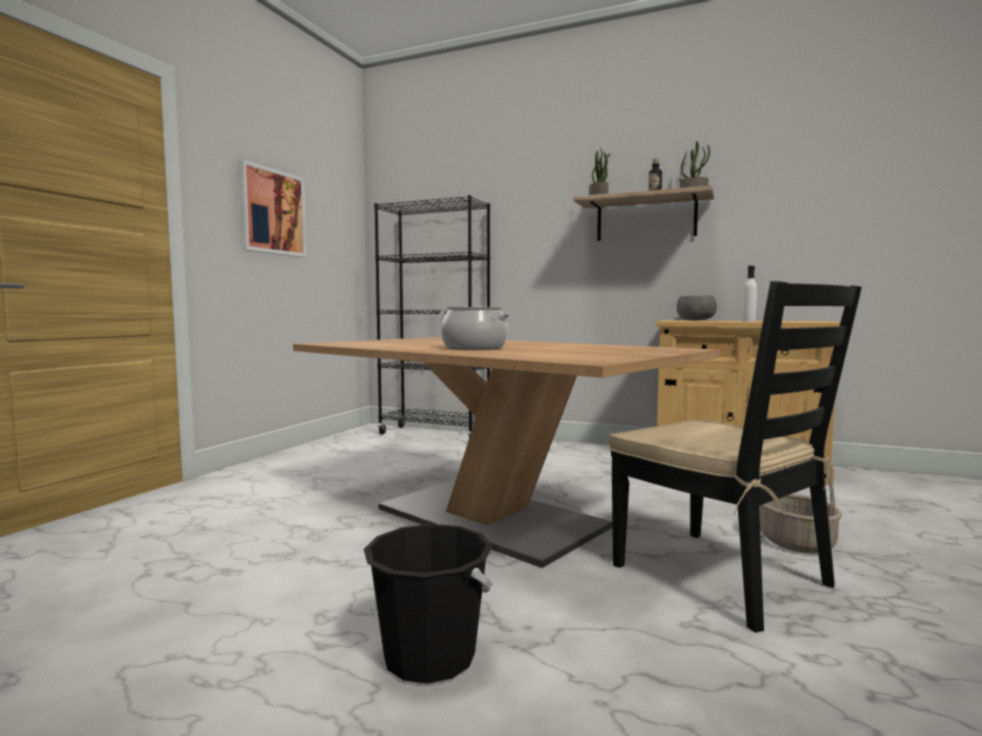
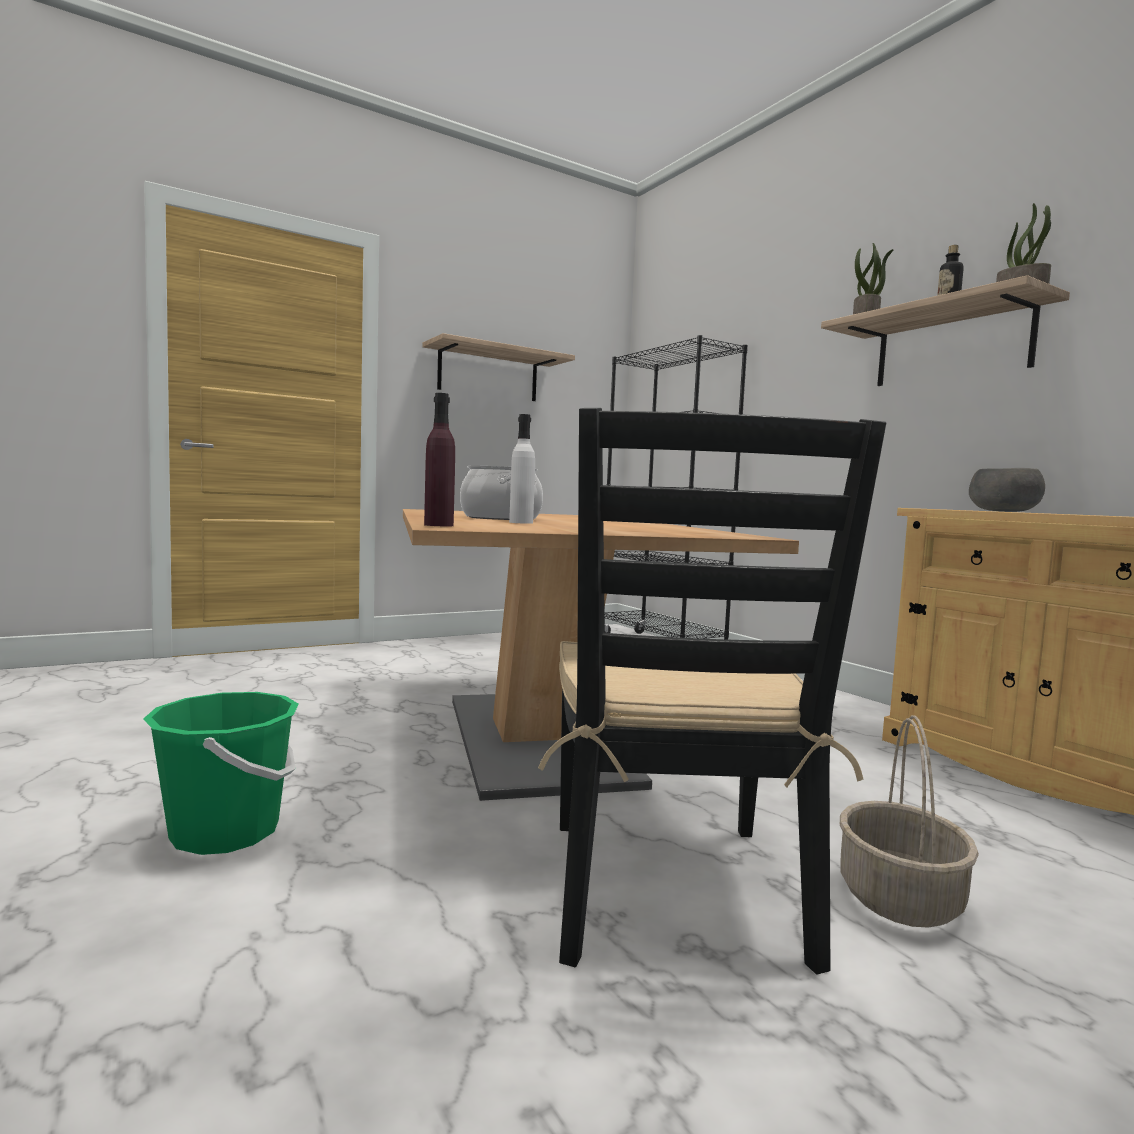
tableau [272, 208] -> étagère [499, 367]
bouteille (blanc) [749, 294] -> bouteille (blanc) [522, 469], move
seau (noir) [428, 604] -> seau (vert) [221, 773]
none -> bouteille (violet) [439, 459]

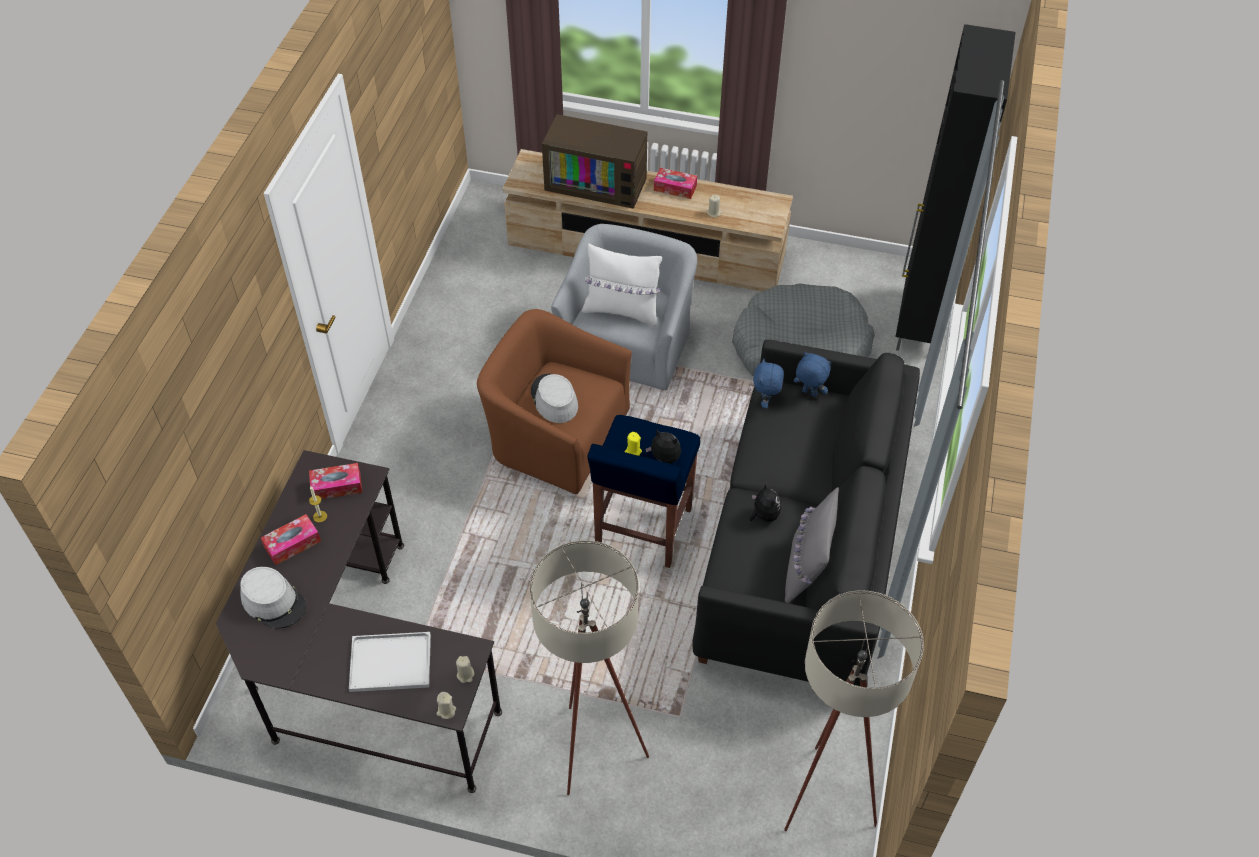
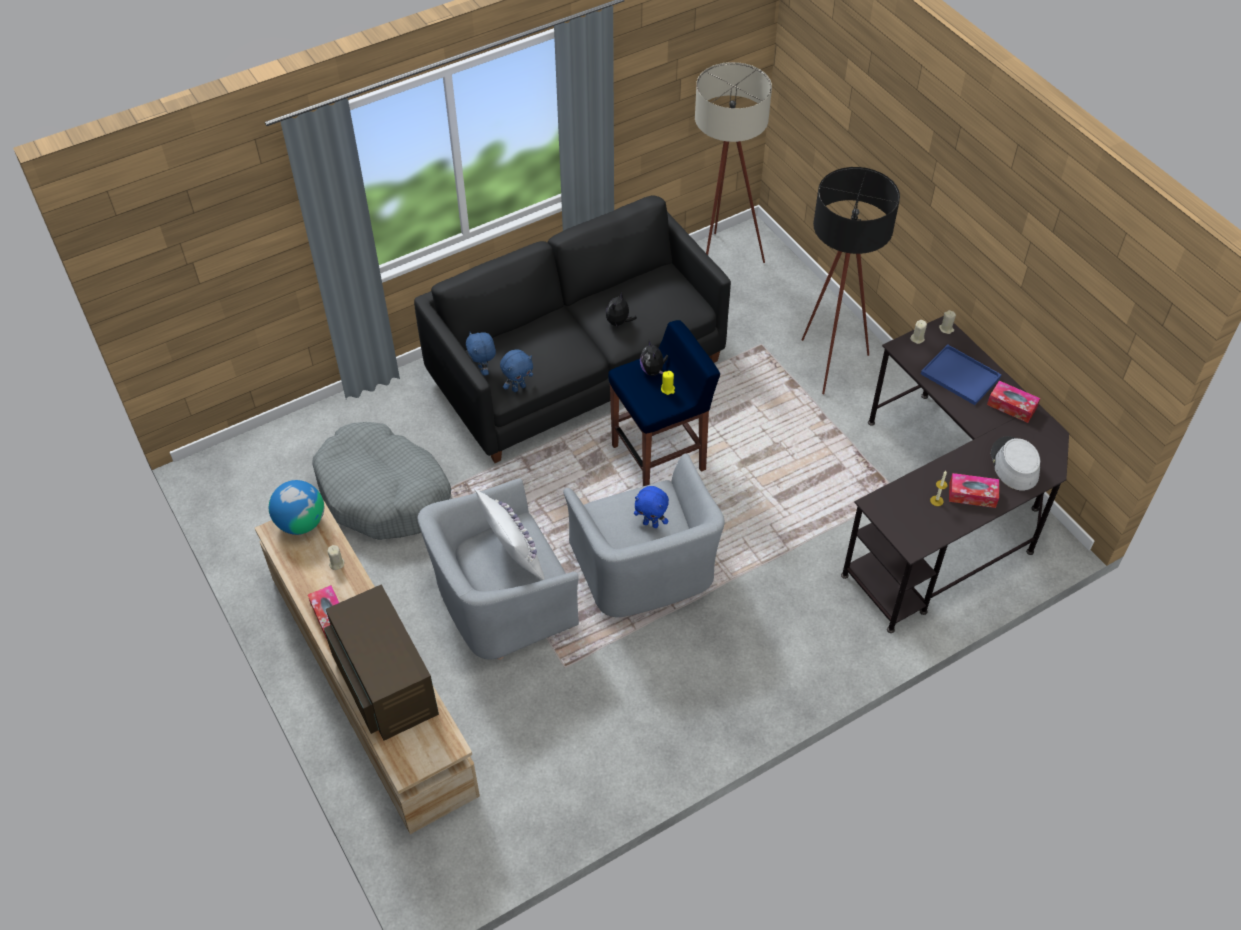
meuble de rangement (noir) [956, 187] -> none
fauteuil (marron) [554, 401] -> fauteuil (gris) [644, 535]
chapeau (gris) [554, 398] -> peluche (bleu) [651, 507]
boîte à mouchoirs [335, 481] -> boîte à mouchoirs [1013, 402], move
coussin (gris) [812, 545] -> none
lampadaire (beige) [589, 667] -> lampadaire (noir) [851, 280]
plateau (blanc) [390, 662] -> plateau (bleu) [961, 374]
none -> globe [296, 507]

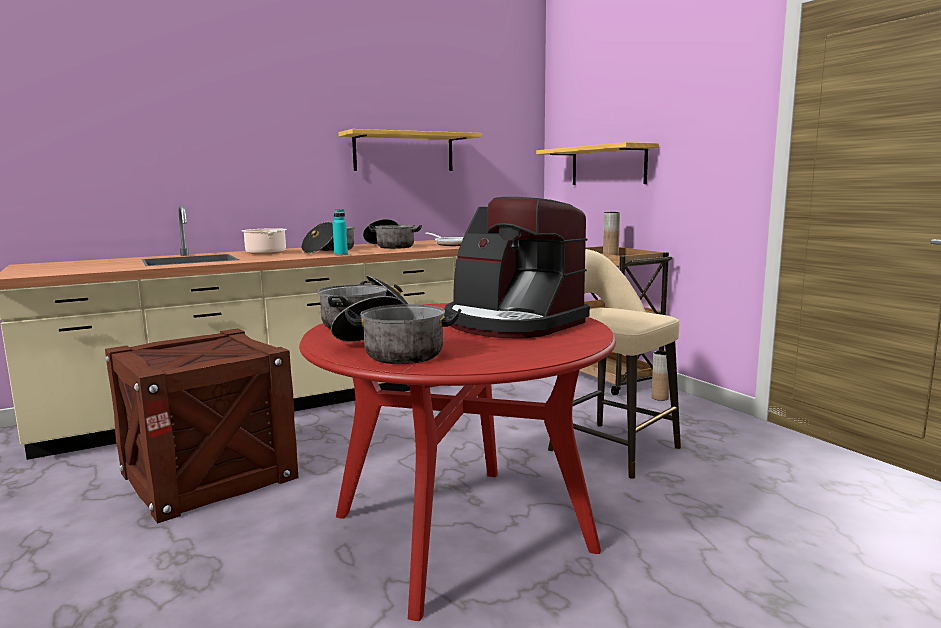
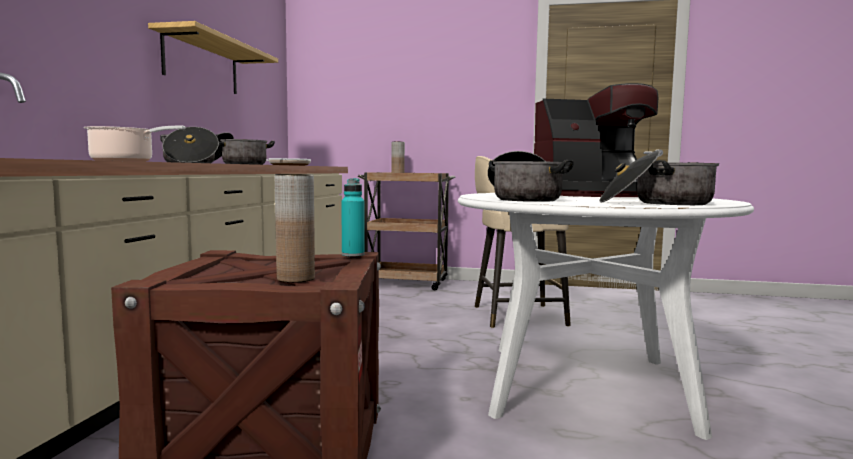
étagère [597, 163] -> none
bouteille (turquoise) [340, 232] -> bouteille (turquoise) [353, 217], move
table à manger (rouge) [457, 462] -> table à manger (blanc) [606, 316]
vase (marron) [660, 375] -> vase (marron) [295, 228], move

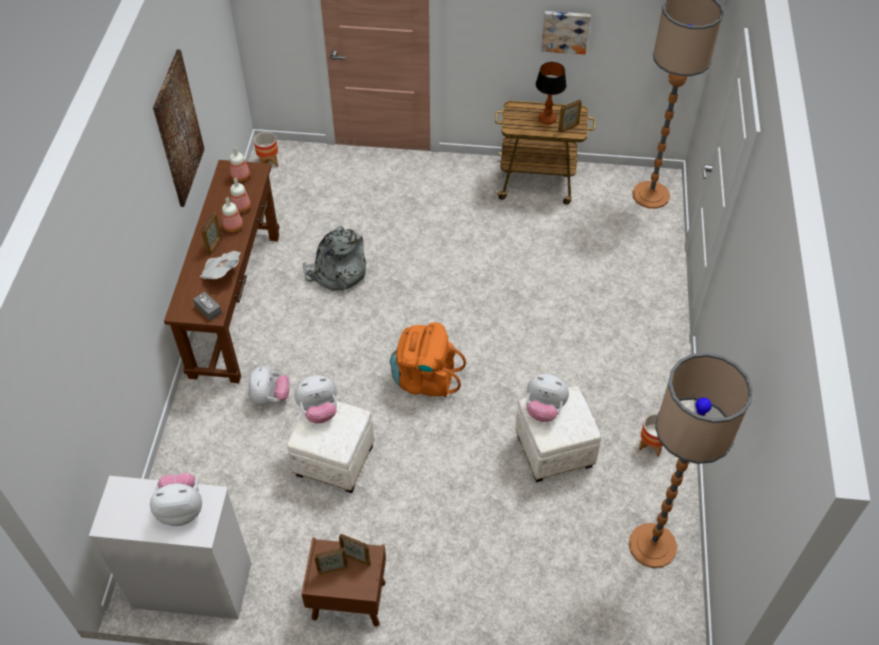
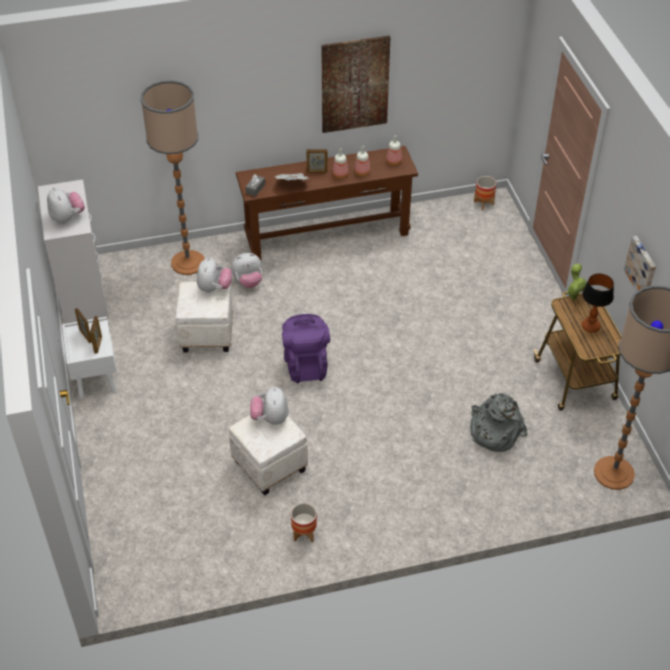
cadre photo [570, 116] -> none
sac à dos (gris) [335, 258] -> sac à dos (gris) [498, 422], move
sac à dos (orange) [428, 359] -> sac à dos (violet) [306, 348]
lampadaire [691, 460] -> lampadaire [172, 177], move
peluche [315, 399] -> peluche [214, 275], 135 degrees counterclockwise
table de chevet (marron) [343, 582] -> table de chevet (blanc) [89, 358]
none -> plante en pot [577, 282]

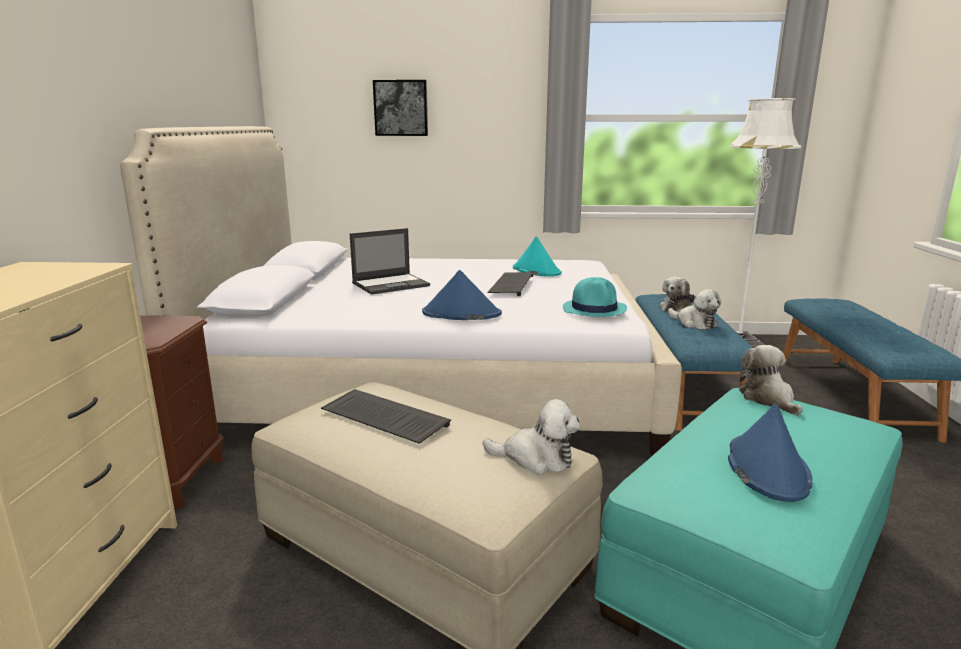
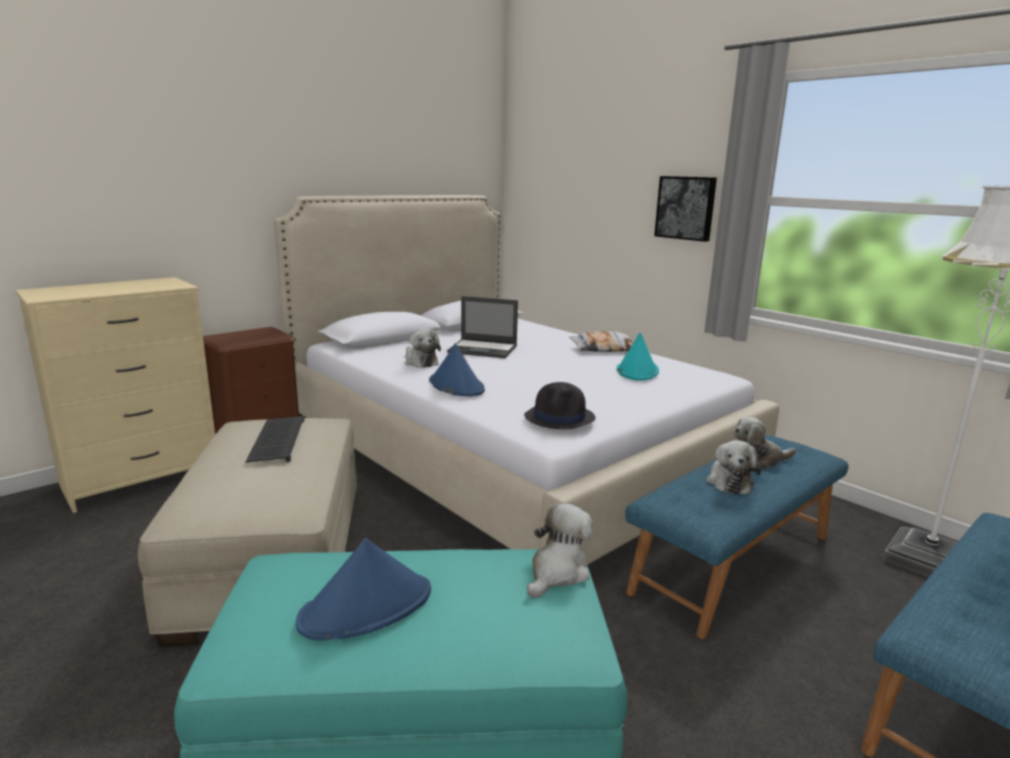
tableau [400, 108] -> tableau [685, 209], move
clavier [510, 284] -> none
chapeau (turquoise) [595, 297] -> chapeau (noir) [559, 405]
peluche [531, 437] -> peluche [423, 348], move
none -> coussin [601, 341]

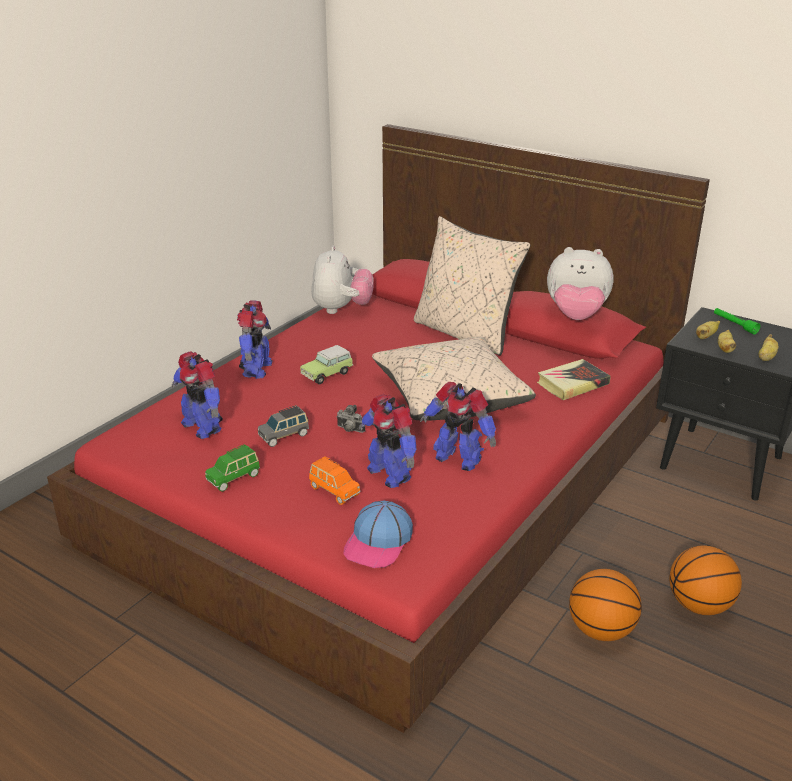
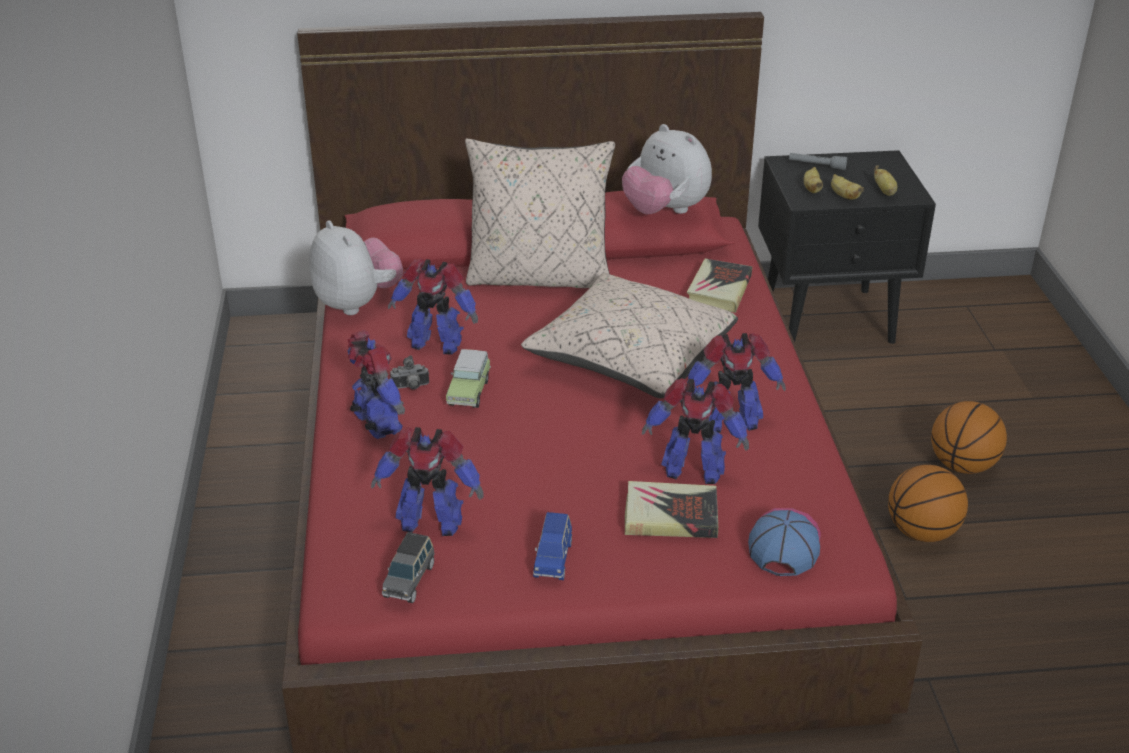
peluche [580, 283] -> peluche [667, 169], 75 degrees clockwise
lampe de poche (vert) [737, 321] -> lampe de poche (gris) [818, 161]
petite voiture (gris) [283, 426] -> petite voiture (gris) [408, 567], move
appareil photo [350, 419] -> appareil photo [409, 372], move
petite voiture (vert) [232, 468] -> petite voiture (bleu) [552, 546]
petite voiture (orange) [334, 480] -> livre [671, 509]
casquette [378, 534] -> casquette [784, 542], 150 degrees counterclockwise
none -> robot jouet [433, 306]

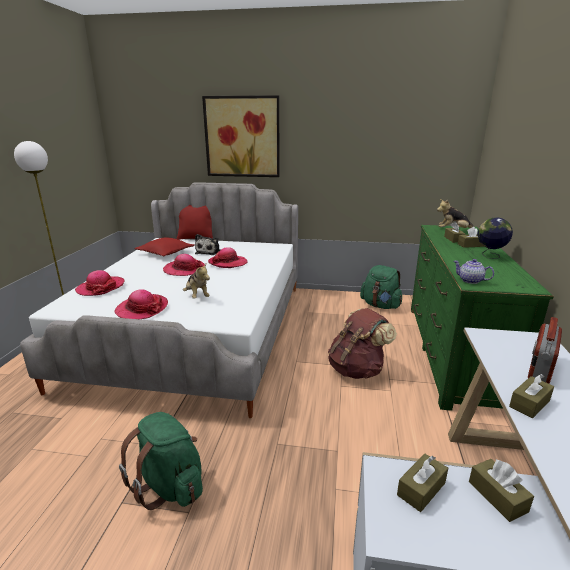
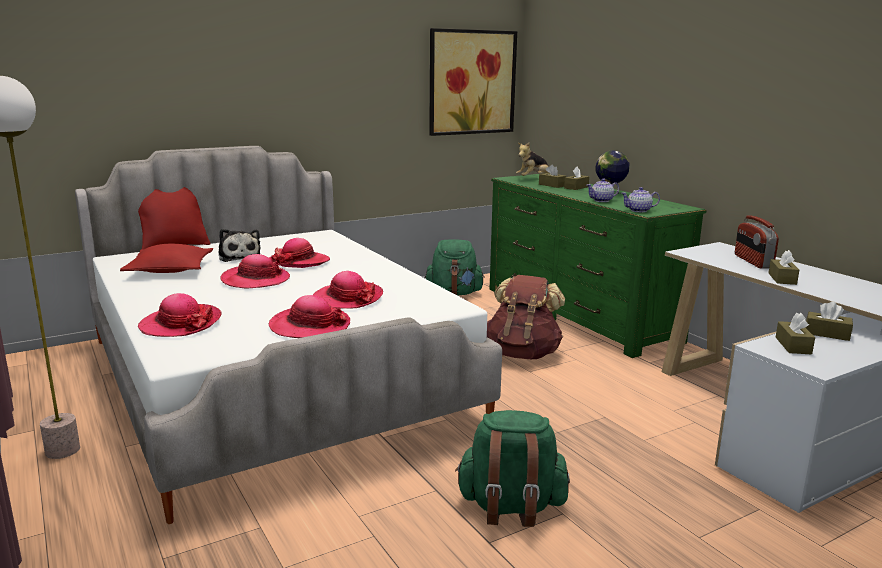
tableau [241, 136] -> tableau [473, 82], move
peluche [196, 281] -> chapeau [348, 290]
none -> théière [603, 190]

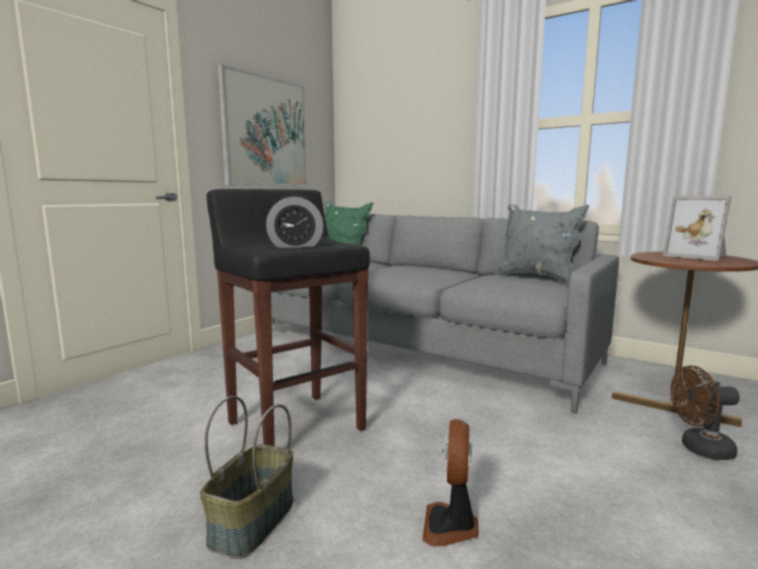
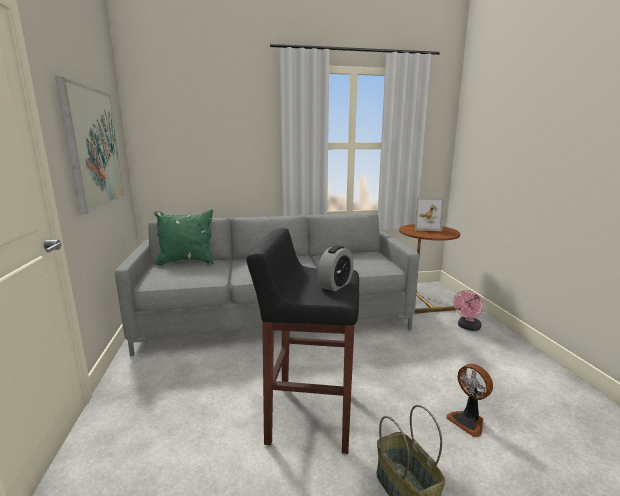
coussin (gris) [541, 244] -> none
ventilateur (marron) [705, 412] -> ventilateur (rose) [468, 310]

